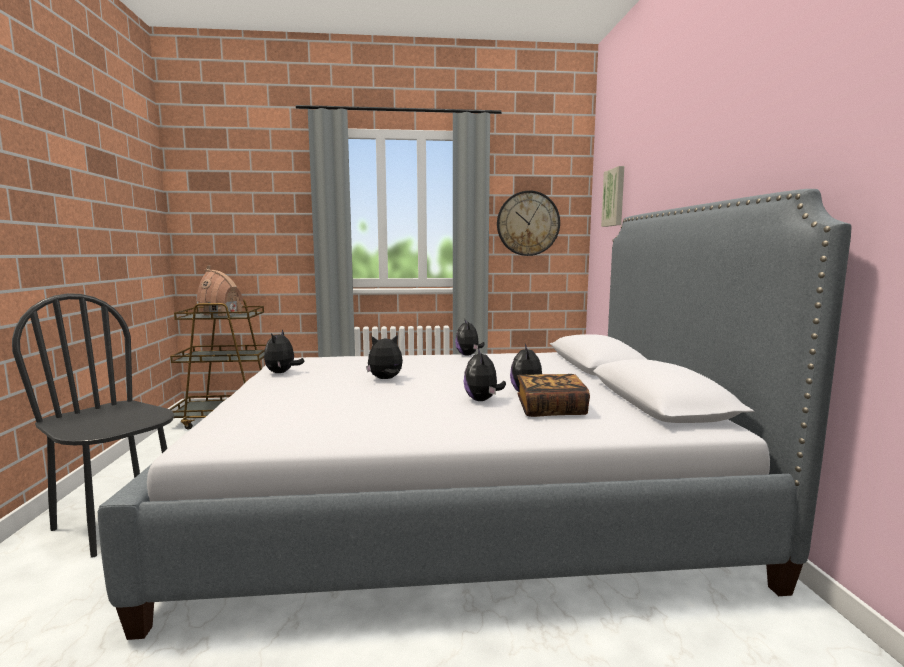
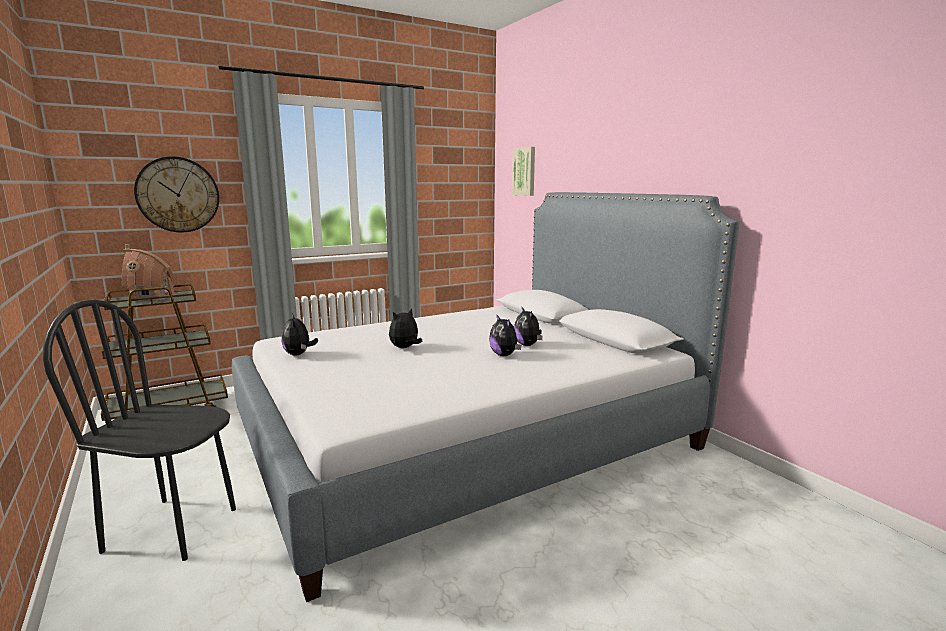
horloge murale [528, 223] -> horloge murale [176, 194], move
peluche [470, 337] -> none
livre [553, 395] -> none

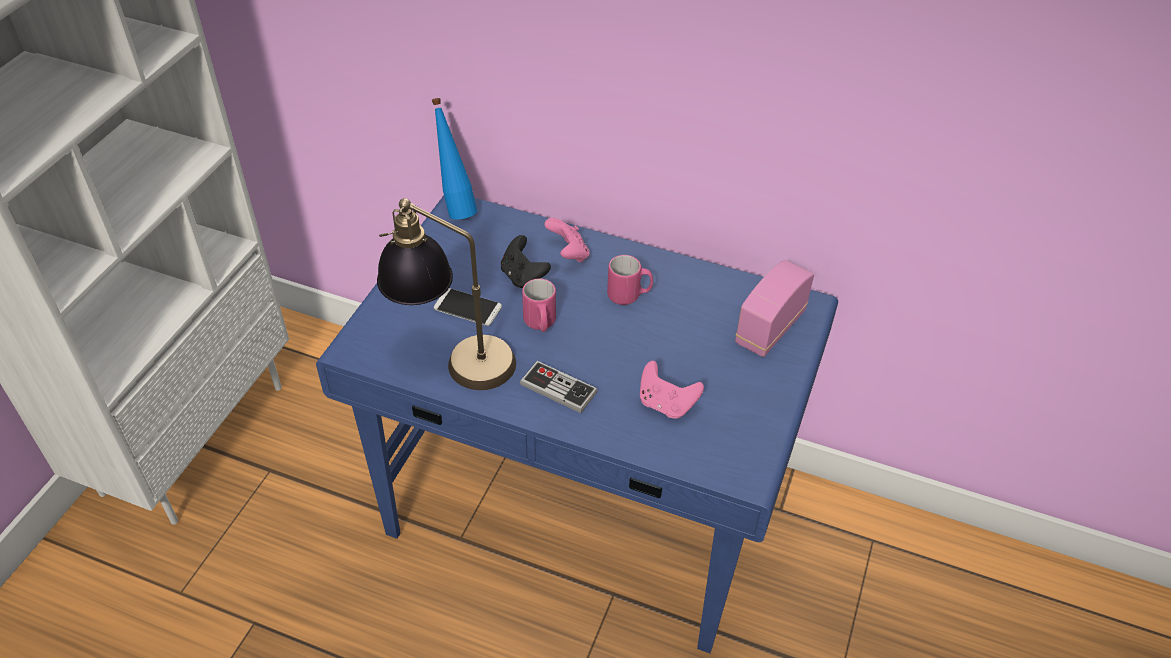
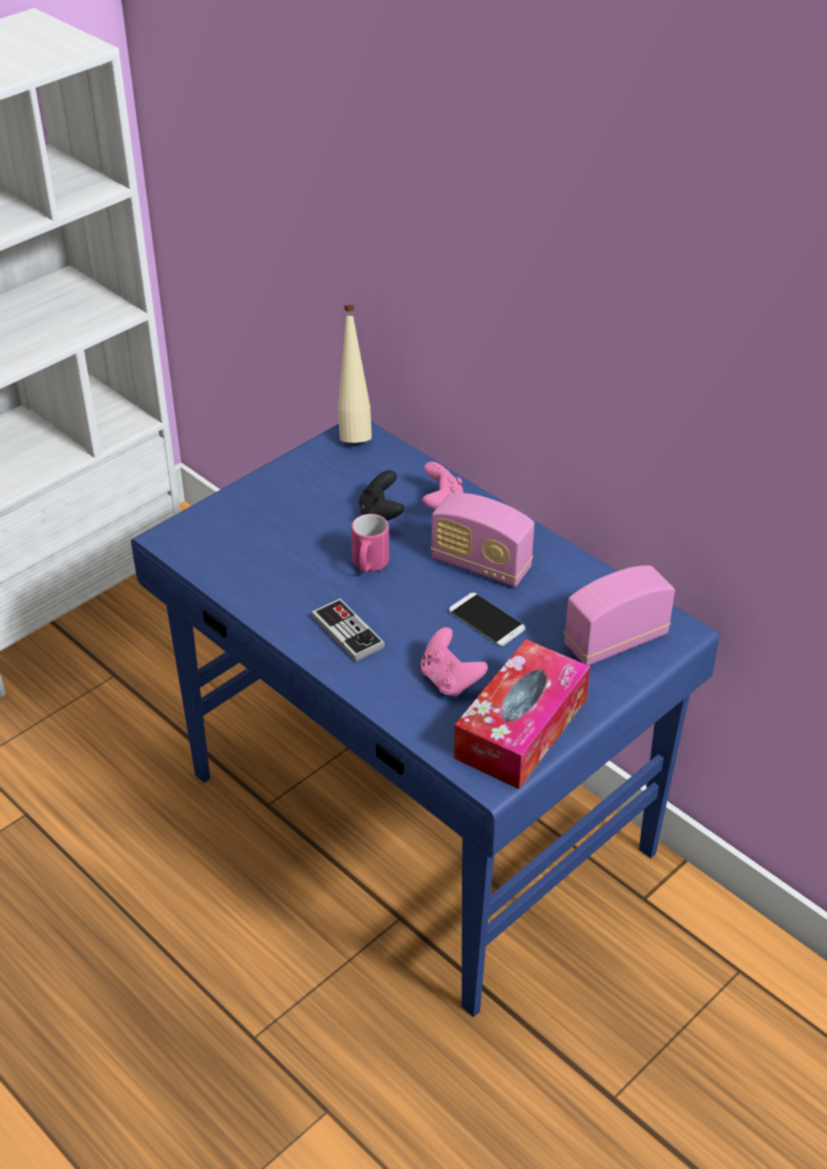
bouteille (bleu) [454, 159] -> bouteille (beige) [355, 374]
lampe de table [446, 294] -> none
mug (rose) [630, 280] -> radio [482, 540]
téléphone [468, 307] -> téléphone [487, 619], move
none -> boîte à mouchoirs [522, 714]

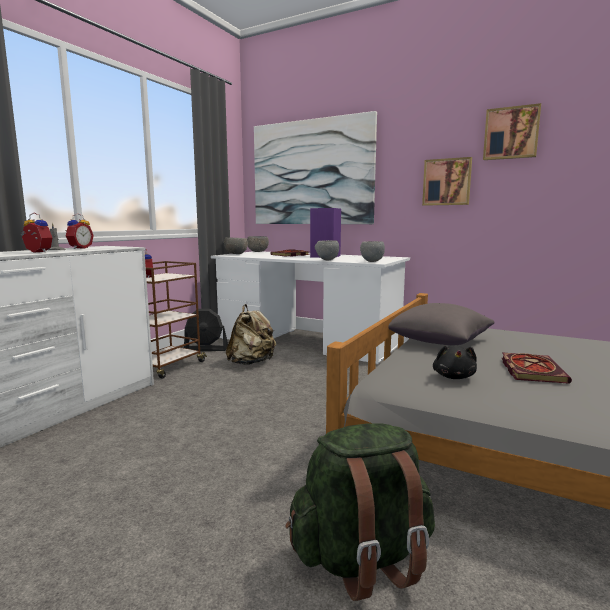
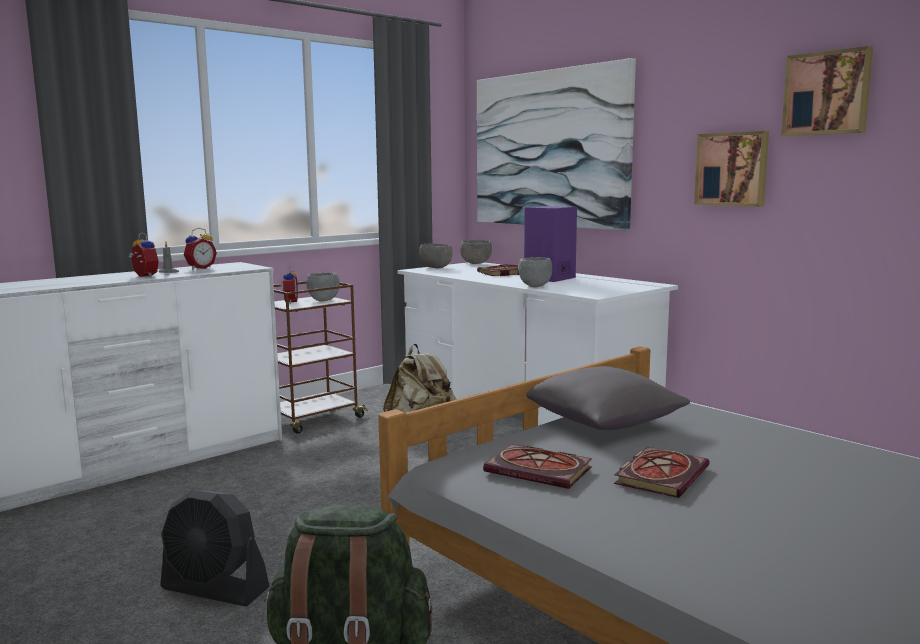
bol (gris) [372, 251] -> bol (gris) [323, 286], move
ventilateur (noir) [206, 330] -> ventilateur (noir) [215, 548], move
peluche (noir) [455, 362] -> livre [537, 466]

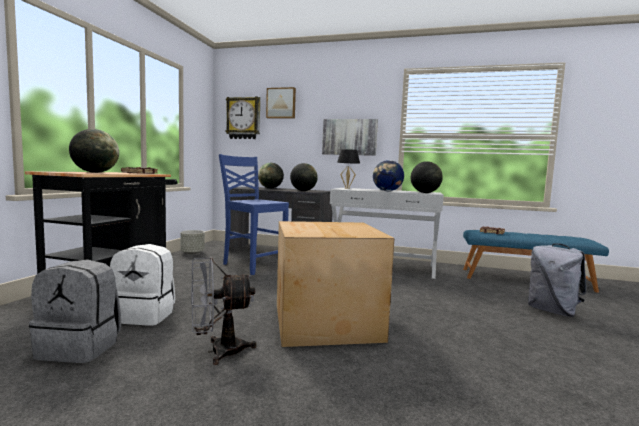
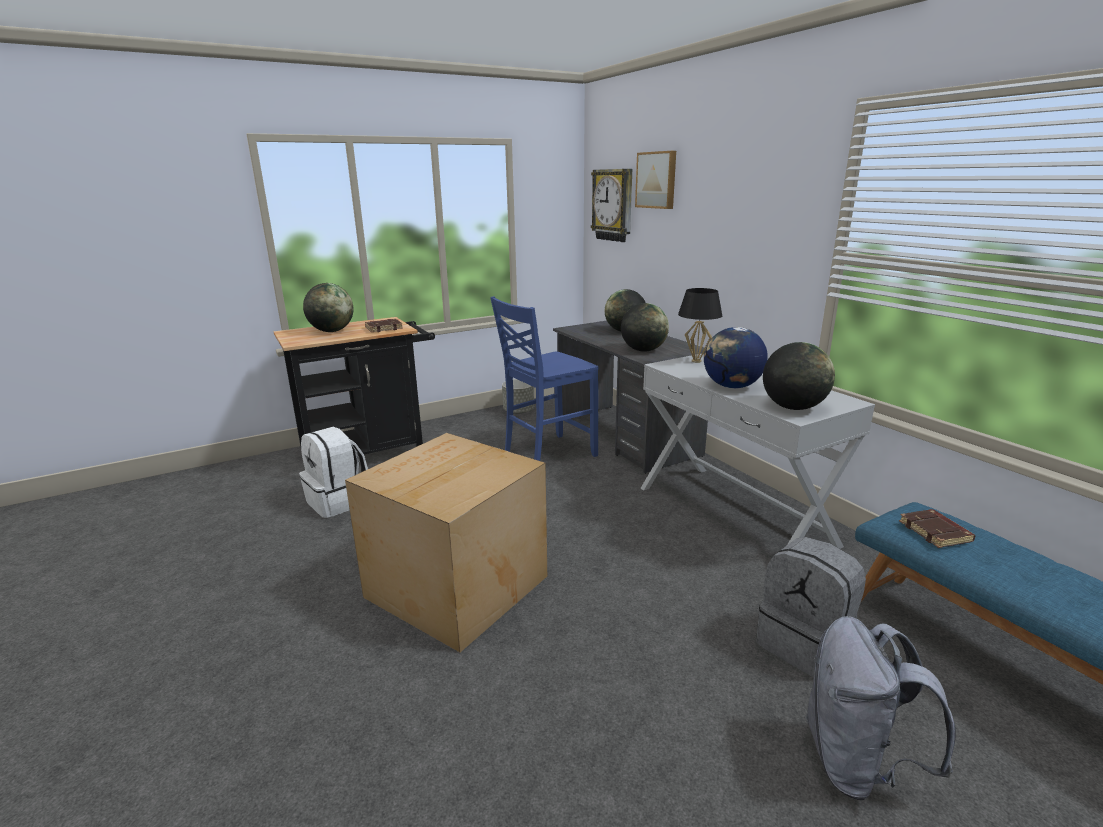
tableau [350, 137] -> none
chaise (bleu) [254, 214] -> chaise (bleu) [544, 378], 120 degrees counterclockwise
ventilateur (gris) [224, 311] -> none
sac à dos (gris) [75, 311] -> sac à dos (gris) [811, 607], move

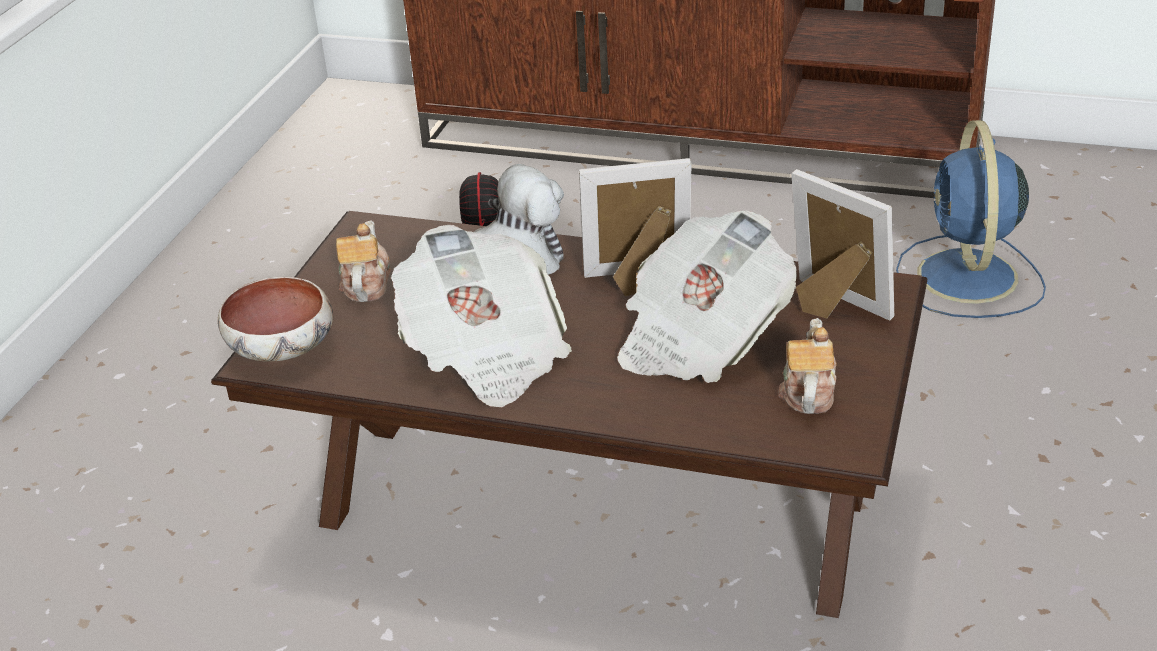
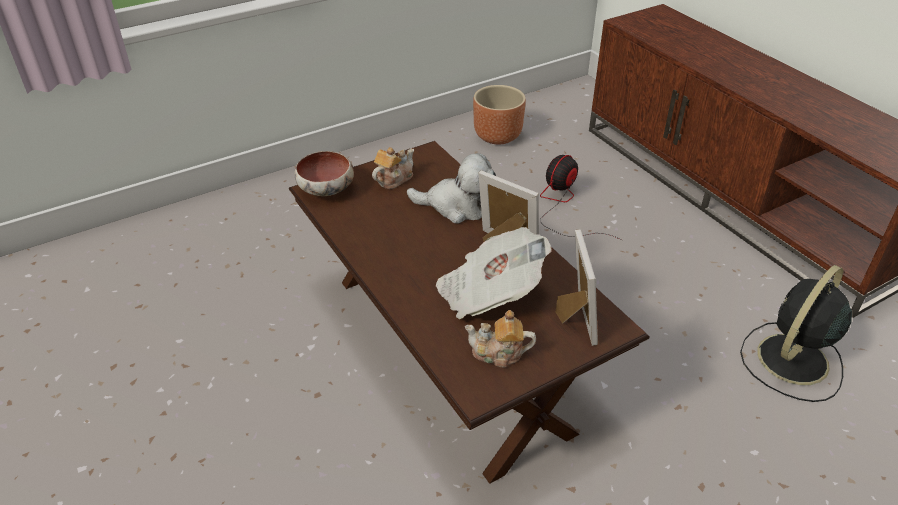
ventilateur (bleu) [971, 219] -> ventilateur (noir) [796, 333]
journal [481, 316] -> none
théière [807, 366] -> théière [500, 338], 135 degrees counterclockwise
none -> cache-pot (marron) [499, 114]

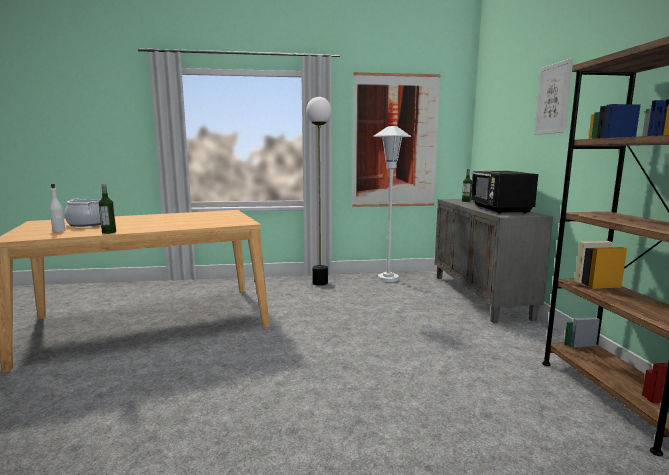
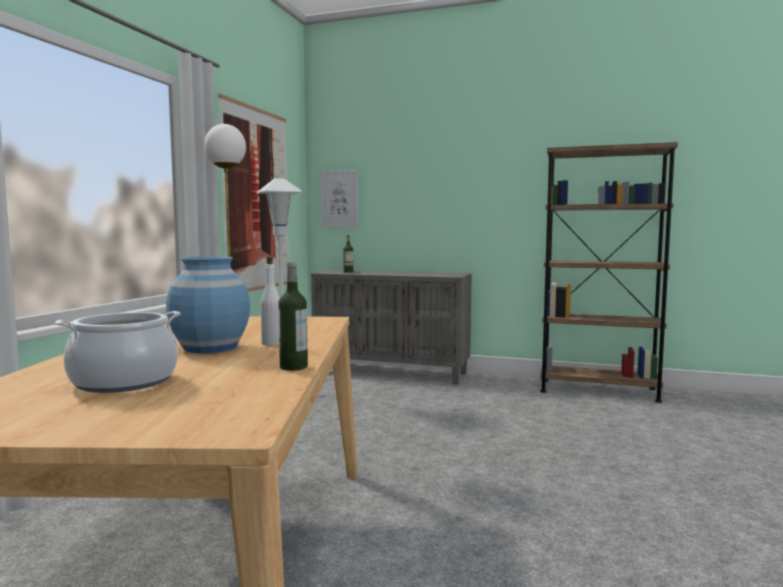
tableau [553, 96] -> tableau [339, 199], move
micro-ondes (noir) [504, 192] -> none
bouteille (blanc) [57, 208] -> bouteille (blanc) [270, 301], move
none -> vase (bleu) [208, 305]

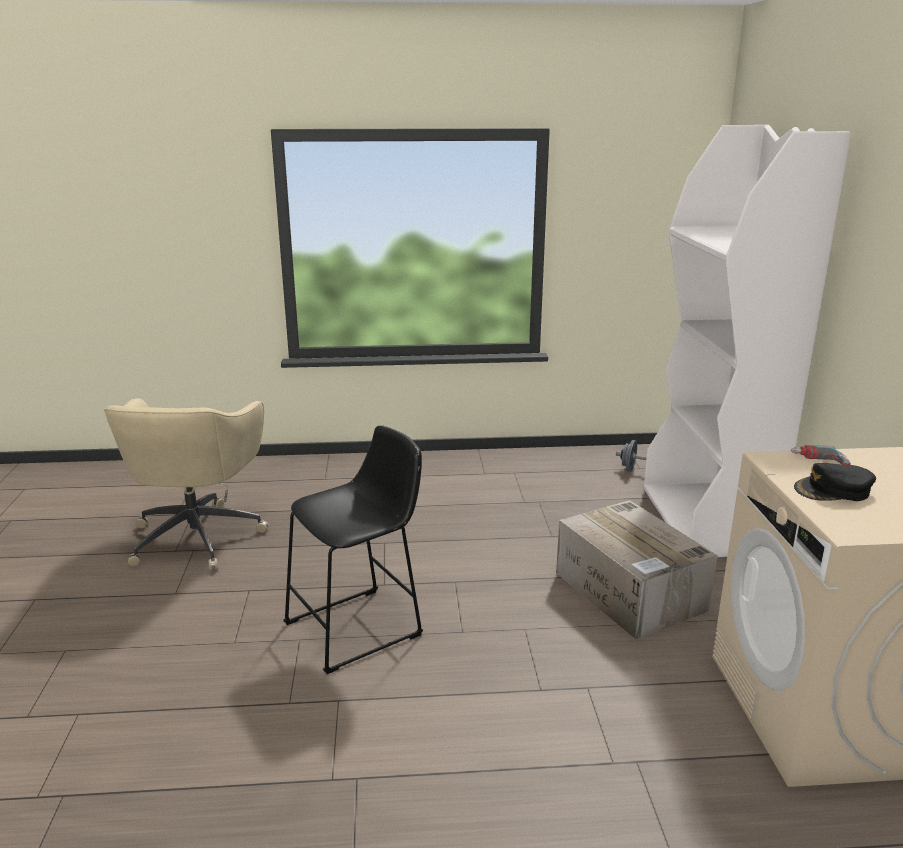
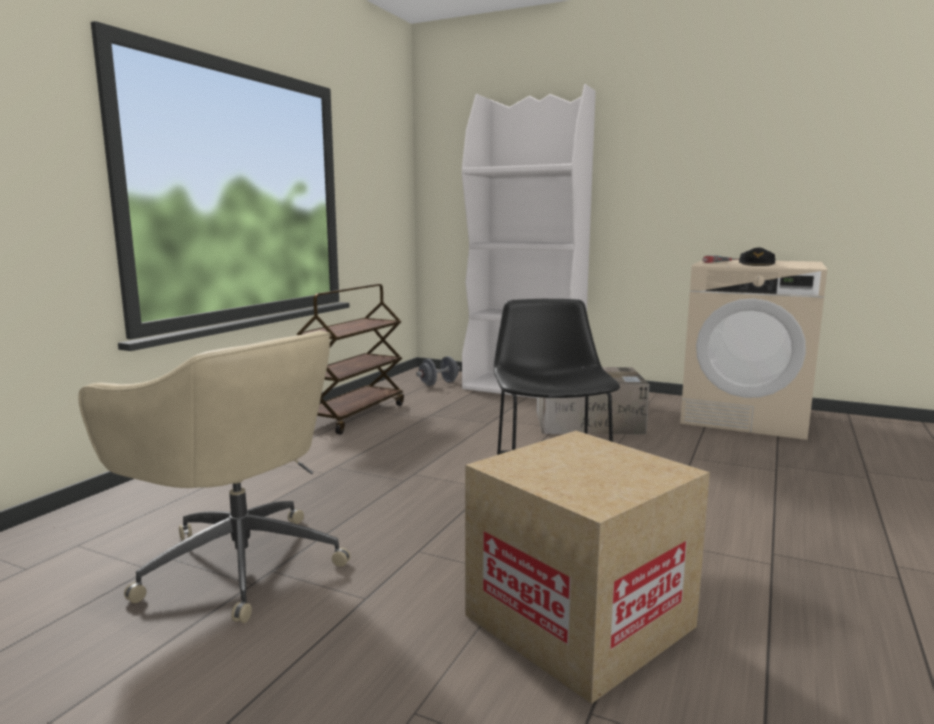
none -> chariot (marron) [350, 359]
none -> carton [587, 567]

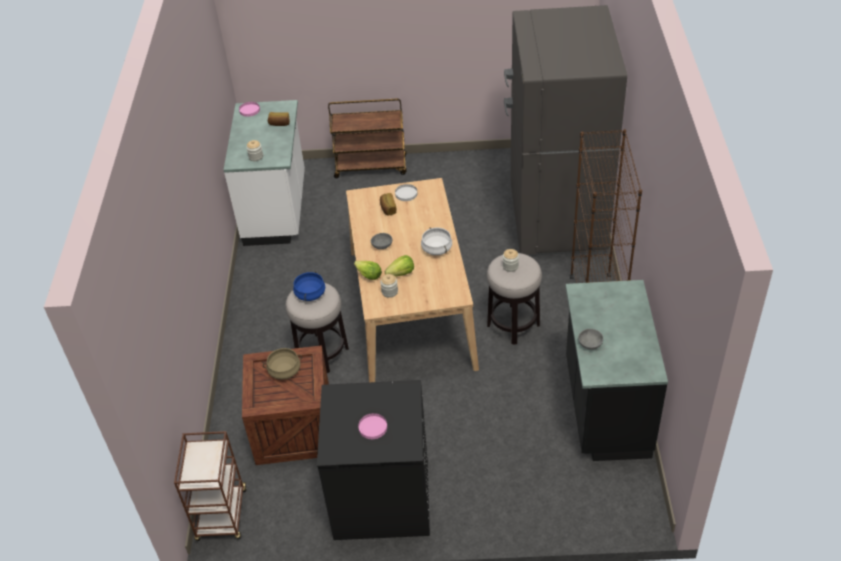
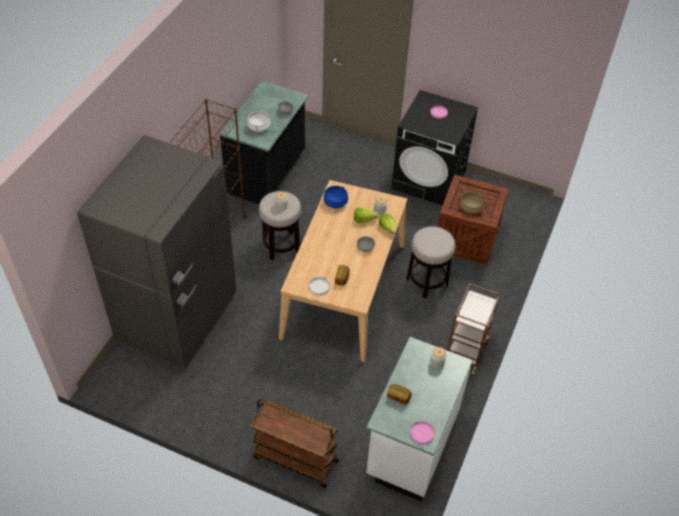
marmite (blanc) [436, 241] -> marmite (blanc) [259, 121], move
marmite (bleu) [309, 286] -> marmite (bleu) [335, 197], move
chariot (marron) [210, 486] -> chariot (marron) [474, 329], move

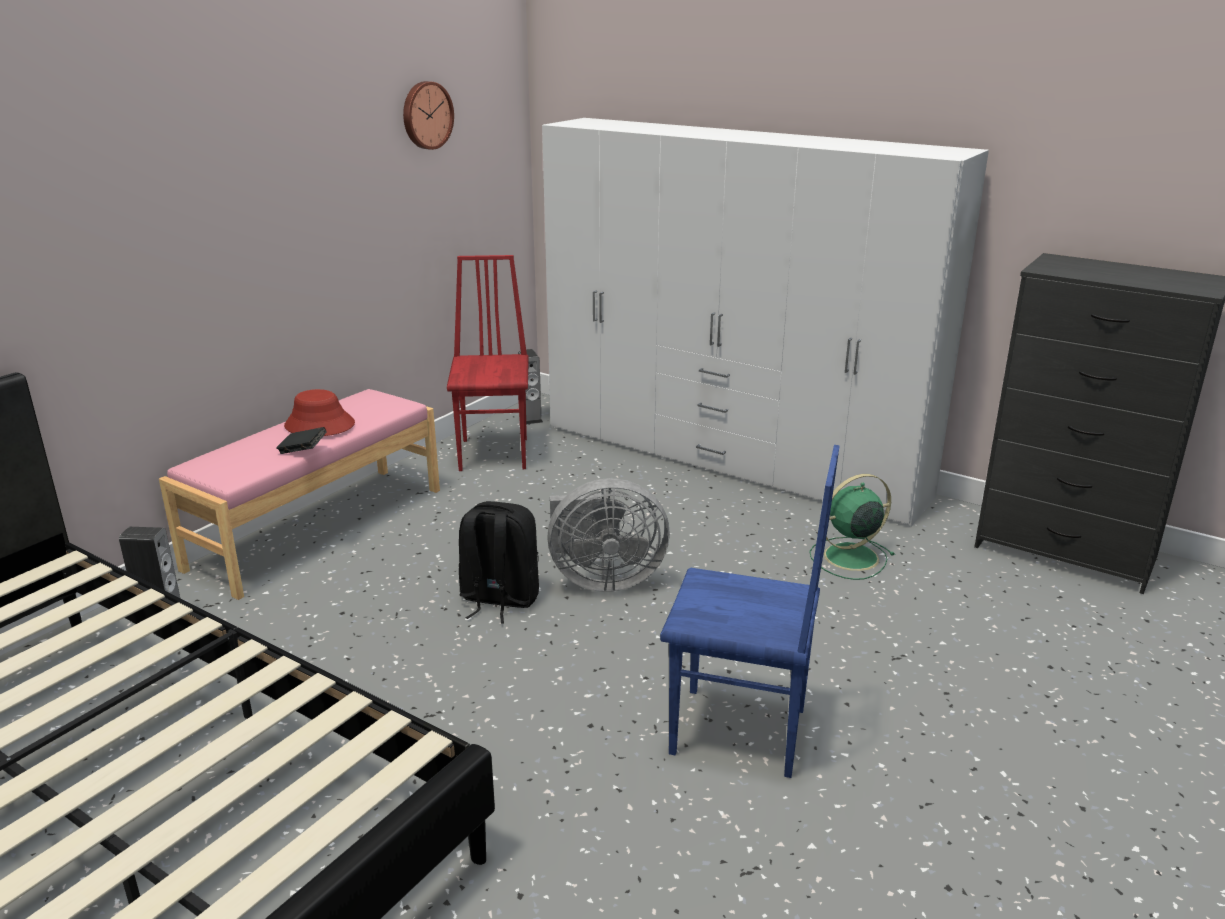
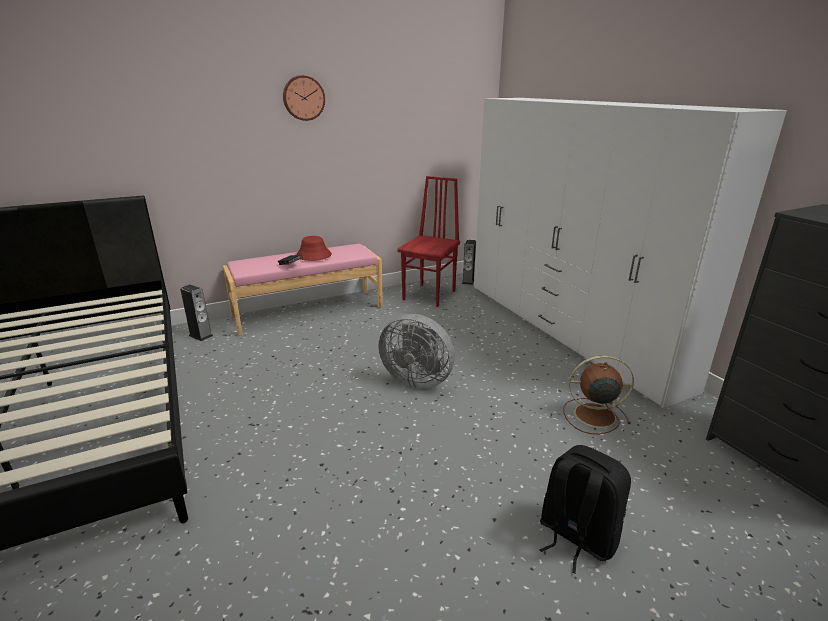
horloge murale [428, 115] -> horloge murale [304, 98], move
chaise (bleu) [750, 611] -> none
ventilateur (vert) [852, 527] -> ventilateur (marron) [598, 394]
sac à dos (noir) [499, 562] -> sac à dos (noir) [585, 509], move

